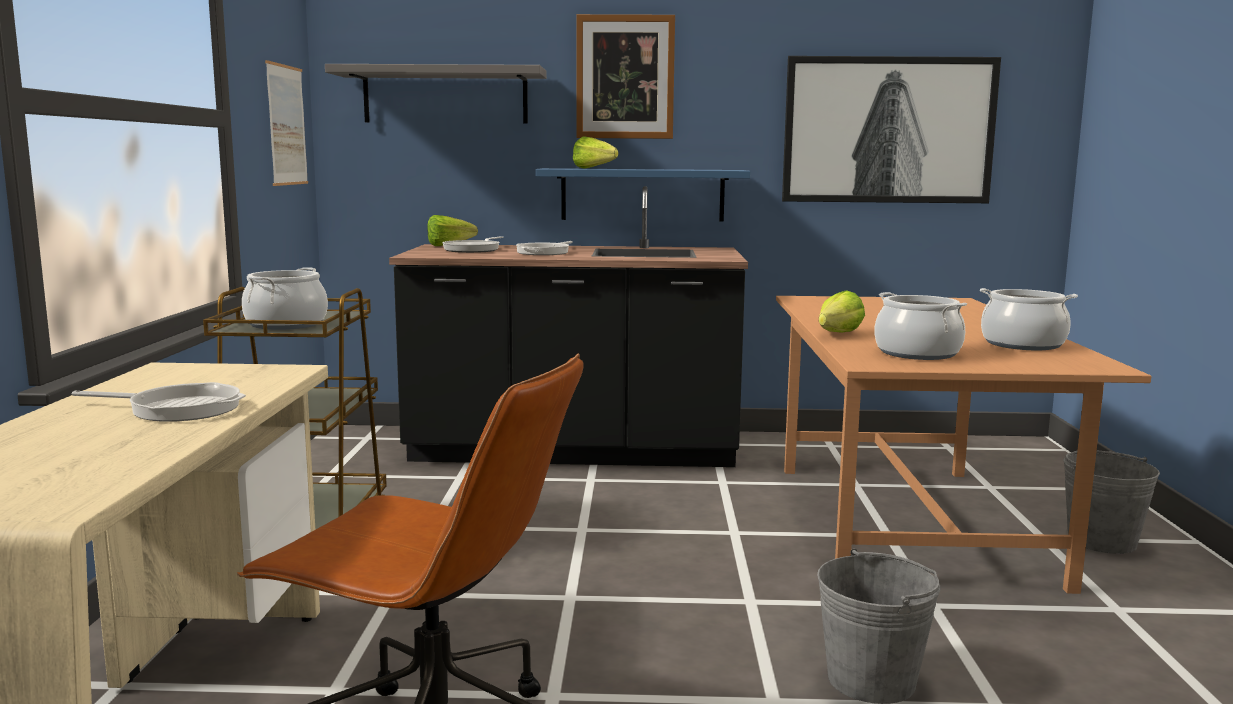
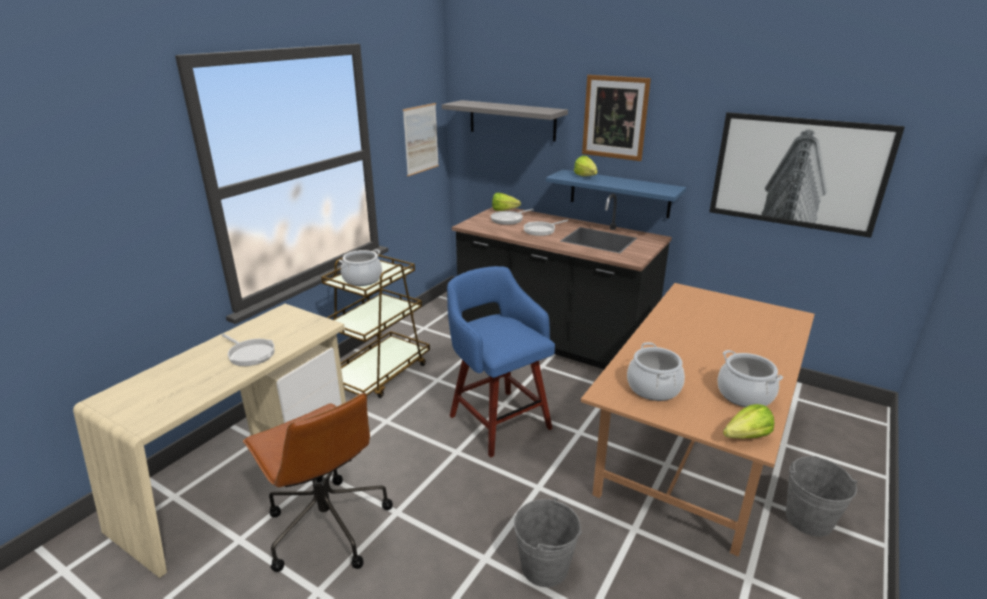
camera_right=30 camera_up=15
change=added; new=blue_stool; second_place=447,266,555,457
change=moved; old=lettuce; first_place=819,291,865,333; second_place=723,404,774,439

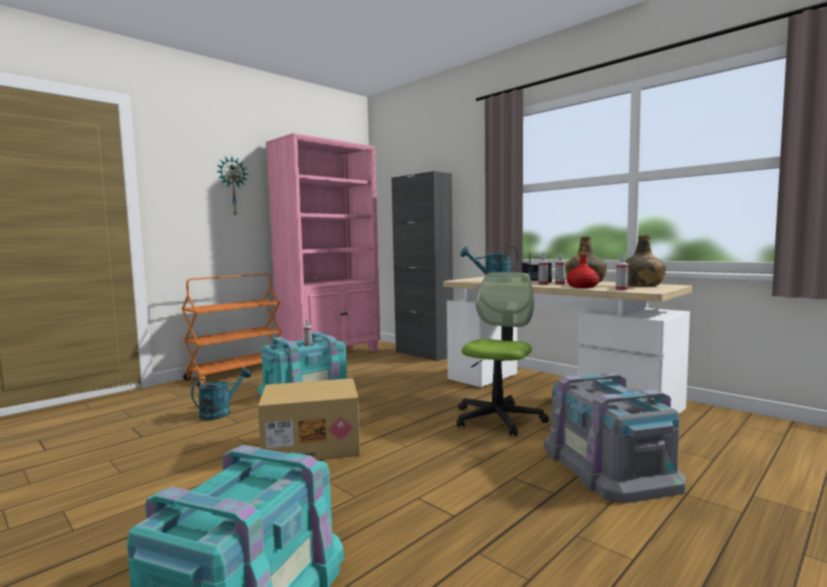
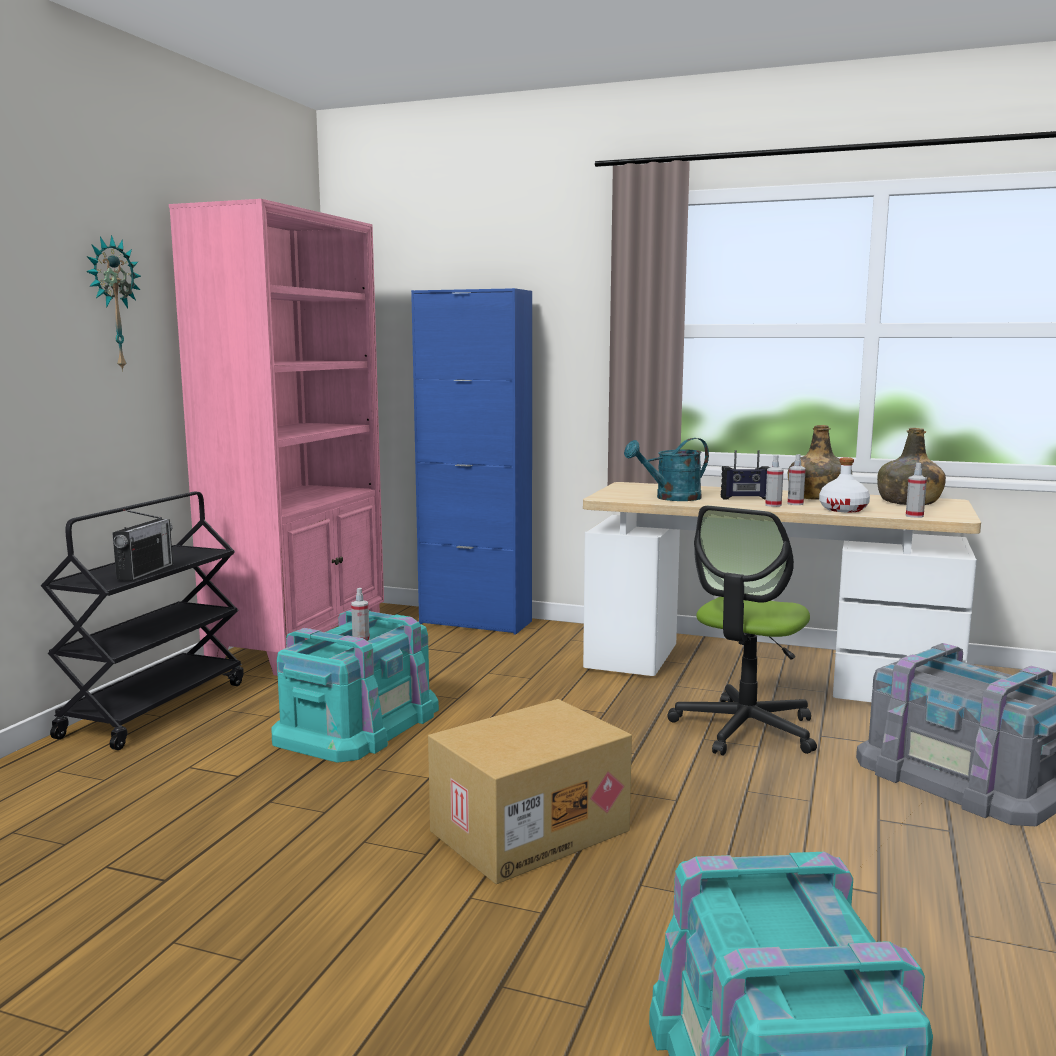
camera_right=-25 camera_up=5
change=recoloured; old=orange_cart; new=black_cart; first_place=182,273,282,386; second_place=41,492,244,750
change=added; new=radio; second_place=113,509,173,581
change=recoloured; old=black_cabinet; new=blue_cabinet; first_place=392,171,453,361; second_place=411,288,532,635
change=turned; old=office_chair; first_place=457,272,549,436; second_place=667,506,817,756; degrees=-150
change=recoloured; old=red_bottle; new=white_bottle; first_place=567,253,600,288; second_place=819,458,870,512
change=removed; old=turquoise_watering_can; first_place=191,368,251,420

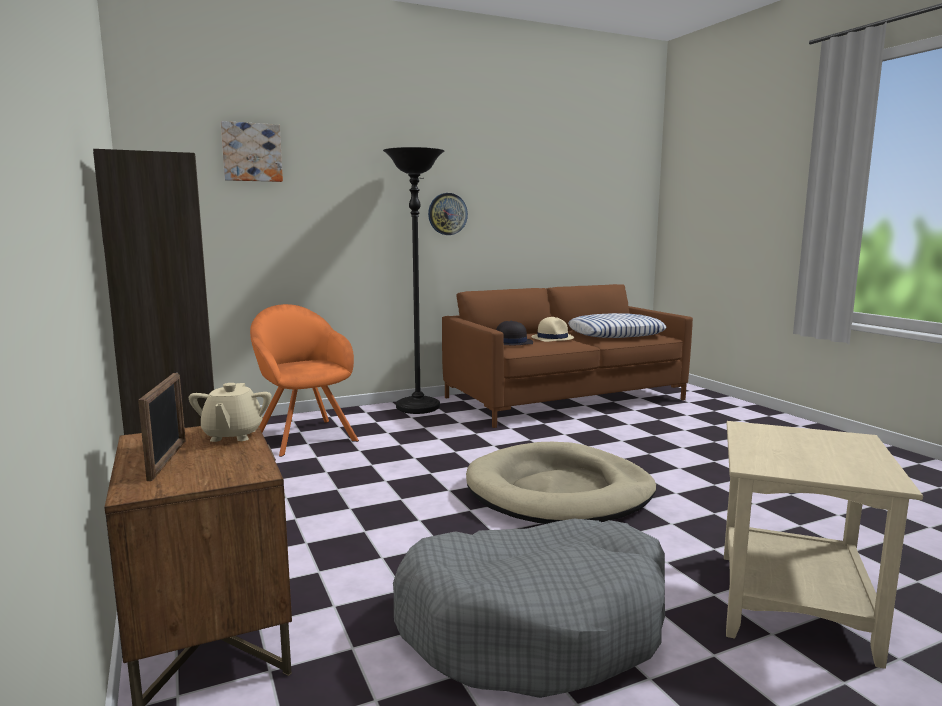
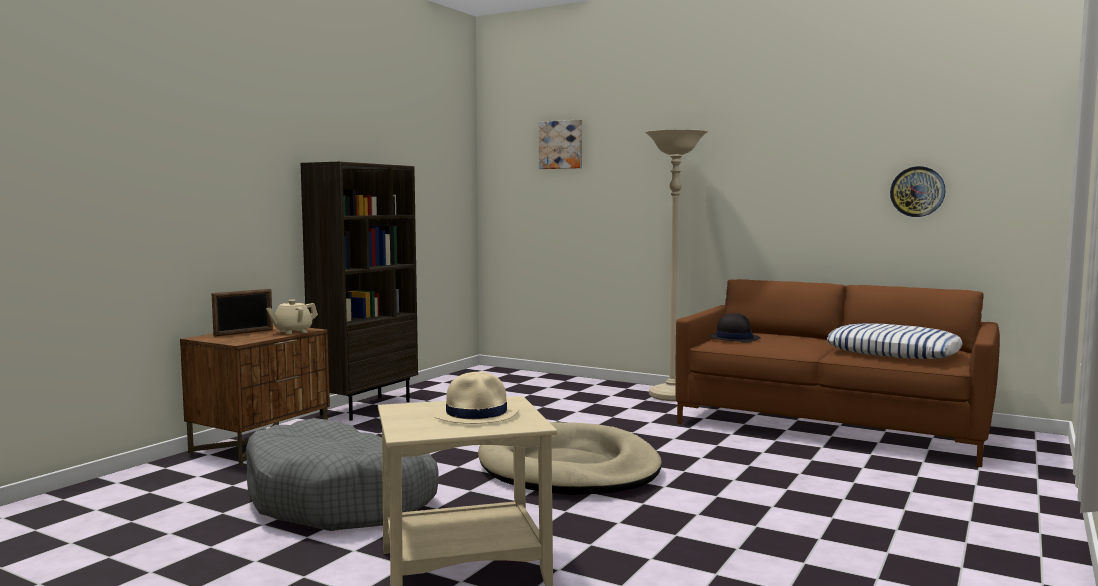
camera_right=55 camera_up=-5
change=moved; old=beige_hat; first_place=531,317,574,342; second_place=434,372,519,424
change=recoloured; old=black_floor_lamp; new=beige_floor_lamp; first_place=383,147,444,414; second_place=645,129,708,401
change=moved; old=wall_clock; first_place=428,193,468,235; second_place=890,166,946,217
change=removed; old=orange_armchair; first_place=250,304,359,457

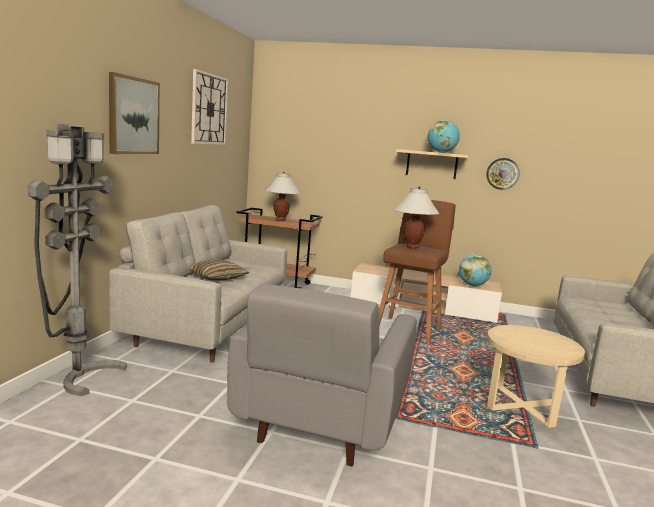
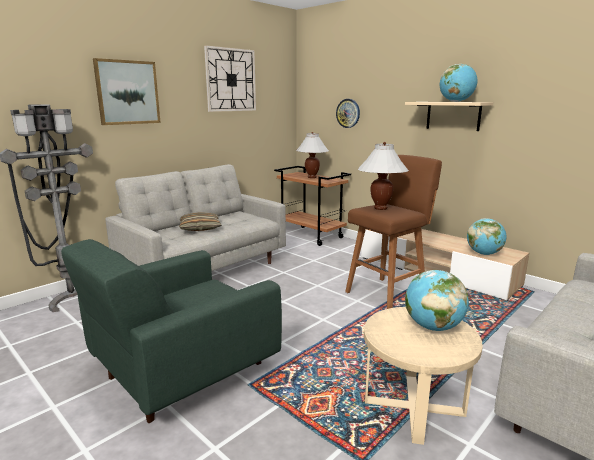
camera_right=30 camera_up=5
change=recoloured; old=grey_armchair; new=green_armchair; first_place=227,284,416,467; second_place=61,239,282,423
change=moved; old=wall_clock; first_place=486,158,520,190; second_place=336,99,360,128
change=added; new=globe; second_place=405,270,469,331

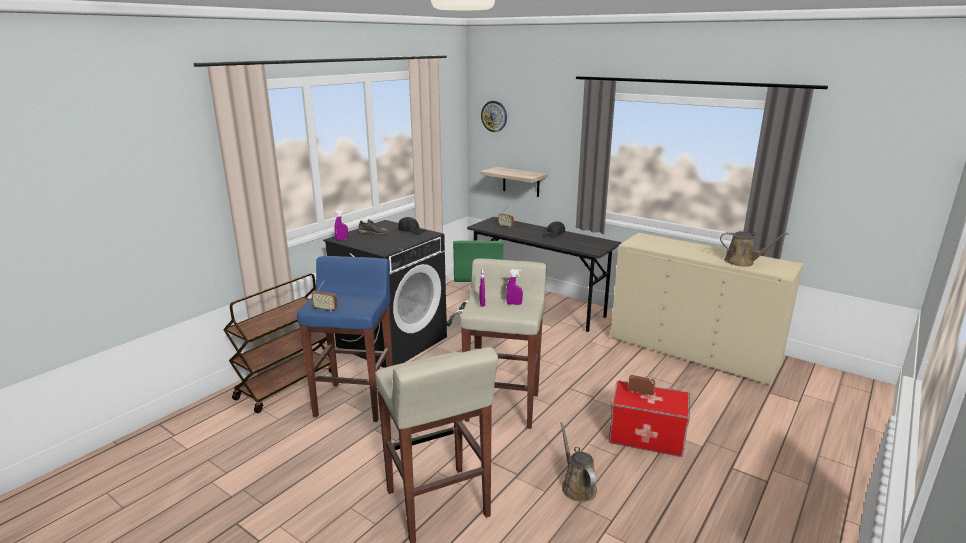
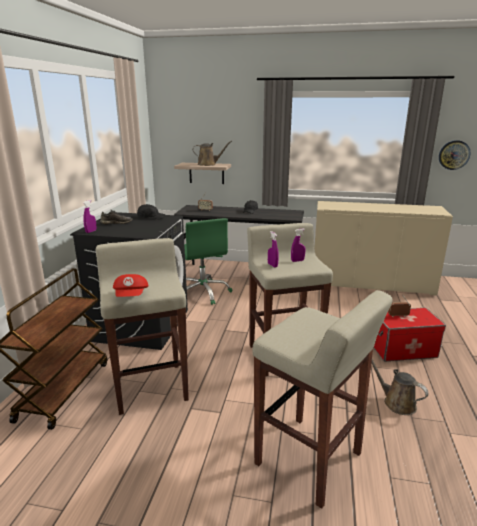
camera_right=-25 camera_up=0
change=recoloured; old=blue_stool; new=beige_stool; first_place=297,256,393,422; second_place=96,238,189,415
change=replaced; old=radio; new=red_cap; first_place=312,280,338,312; second_place=113,274,149,297
change=moved; old=brown_watering_can; first_place=720,231,788,267; second_place=193,141,232,166
change=moved; old=wall_clock; first_place=481,101,507,132; second_place=439,140,471,170

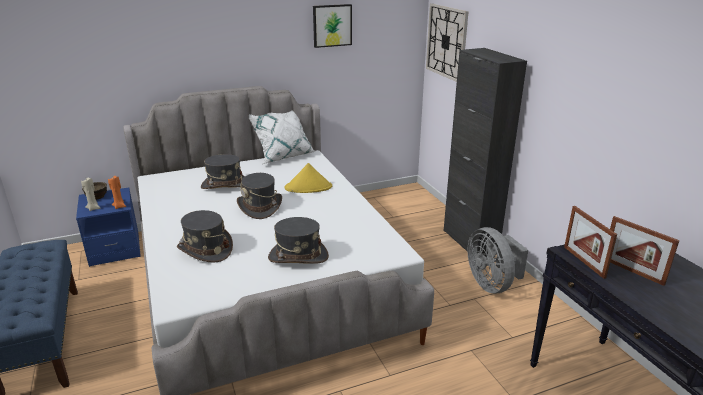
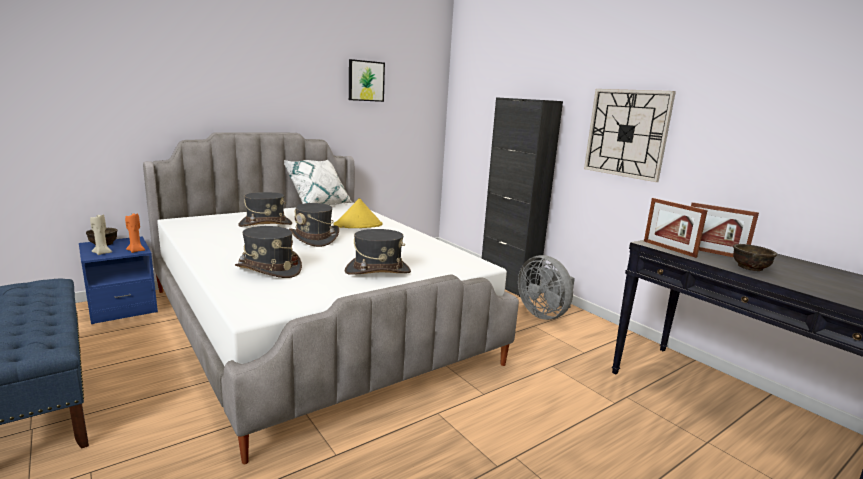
camera_right=-15 camera_up=-10
change=moved; old=wall_clock; first_place=426,3,469,82; second_place=584,89,676,182
change=added; new=brown_bowl; second_place=733,244,777,271

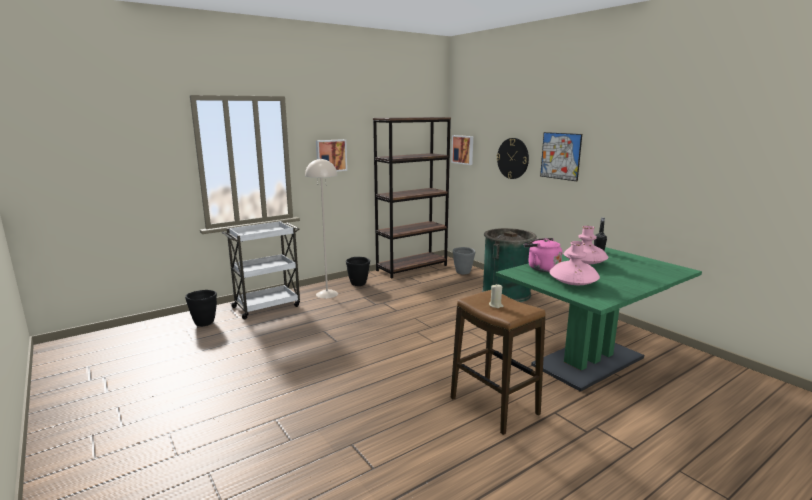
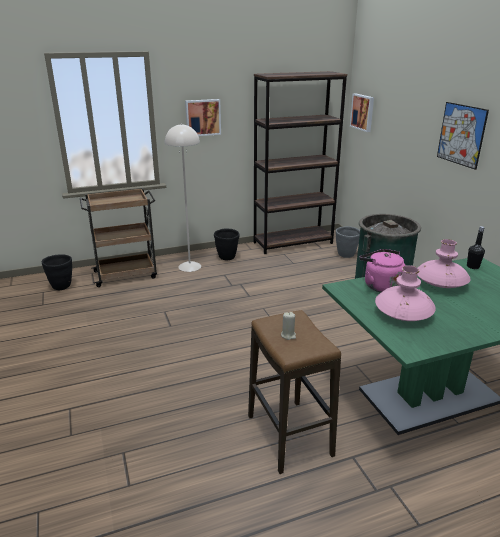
camera_right=15 camera_up=10
change=recoloured; old=white_cart; new=brown_cart; first_place=222,221,300,319; second_place=80,188,157,287
change=removed; old=wall_clock; first_place=497,138,529,179

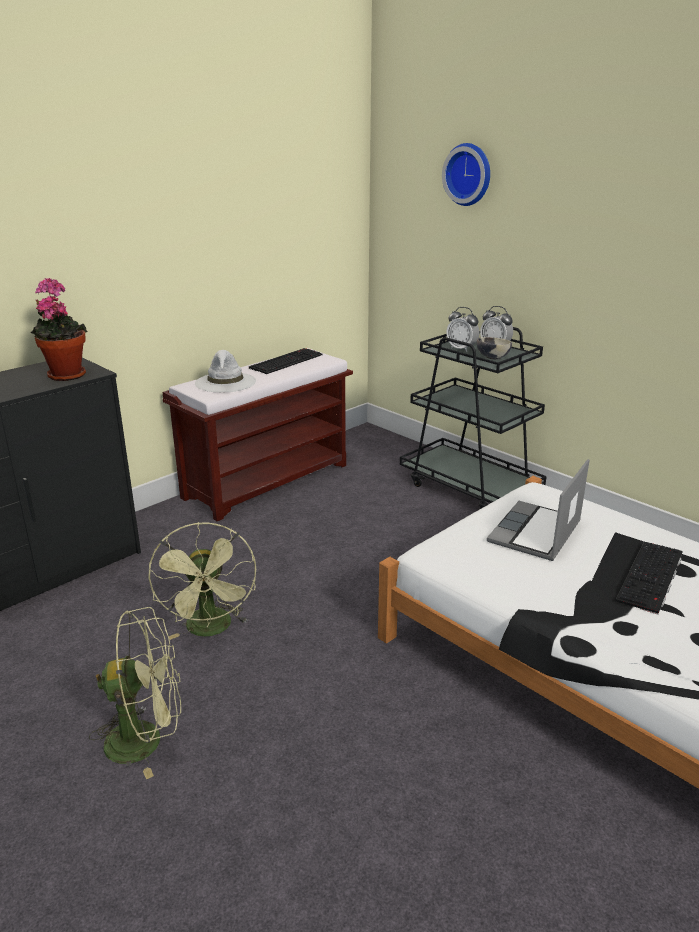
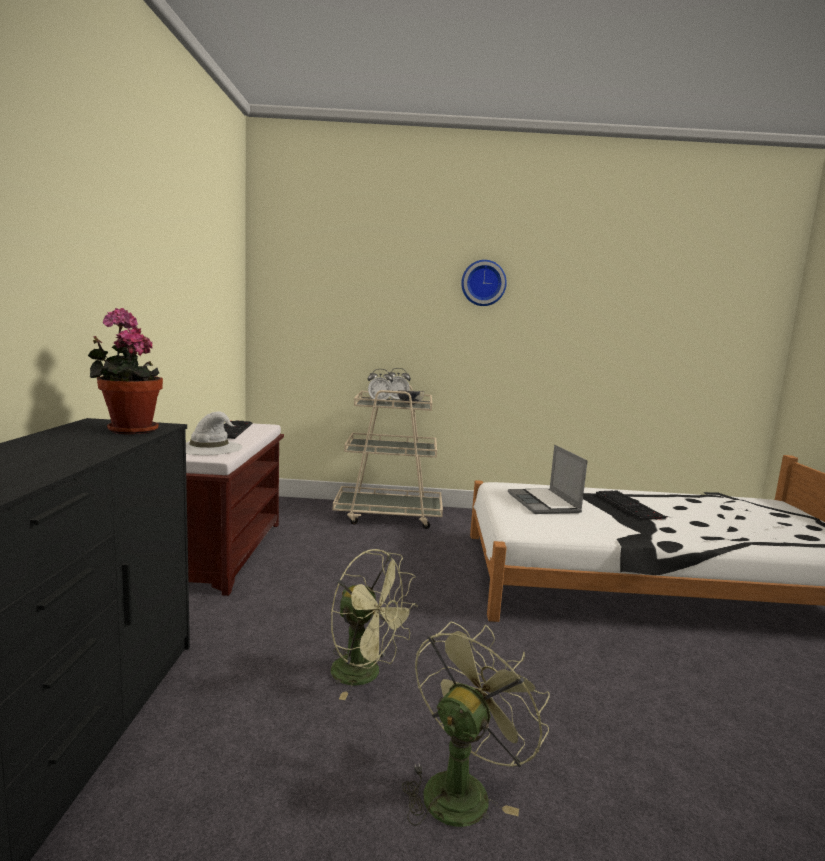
camera_right=-45 camera_up=-15
change=recoloured; old=black_cart; new=beige_cart; first_place=400,327,547,508; second_place=333,385,443,529
change=moved; old=wall_clock; first_place=442,143,490,206; second_place=461,260,507,306

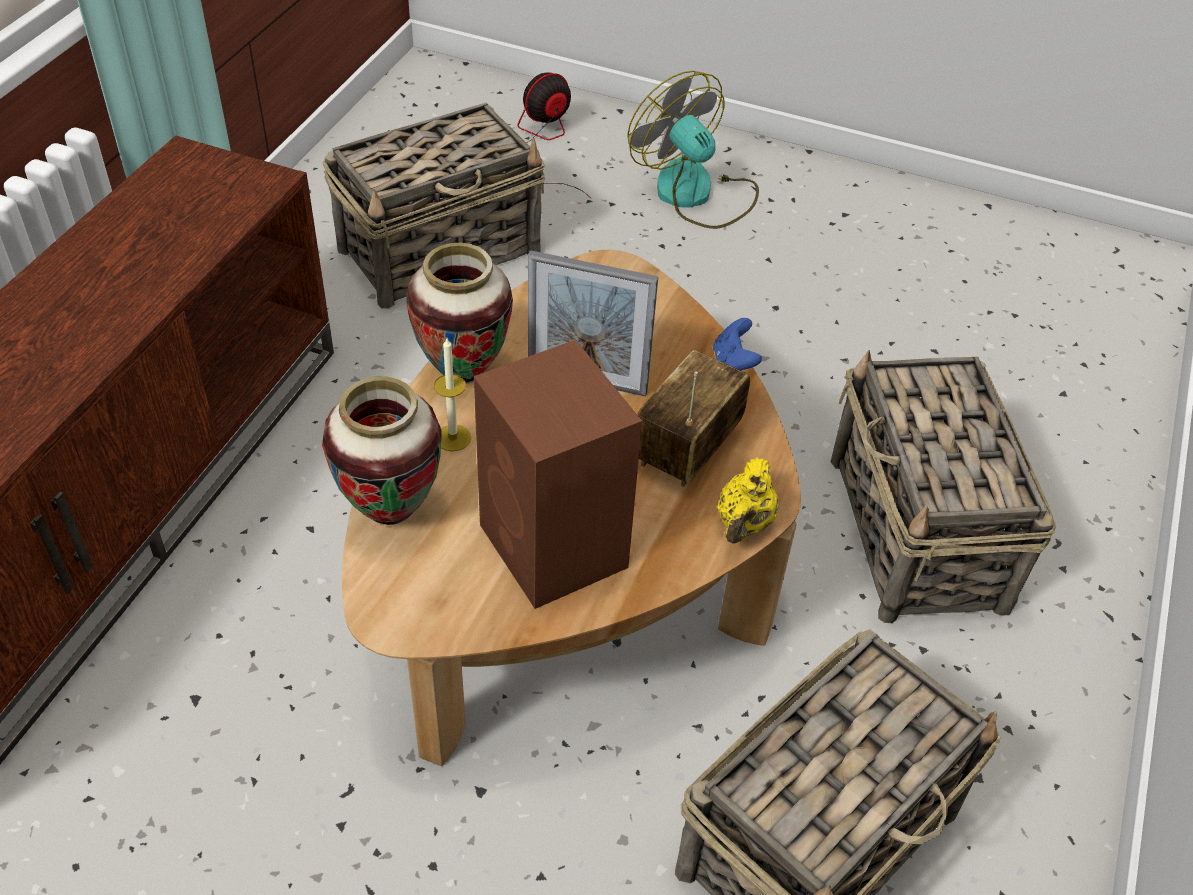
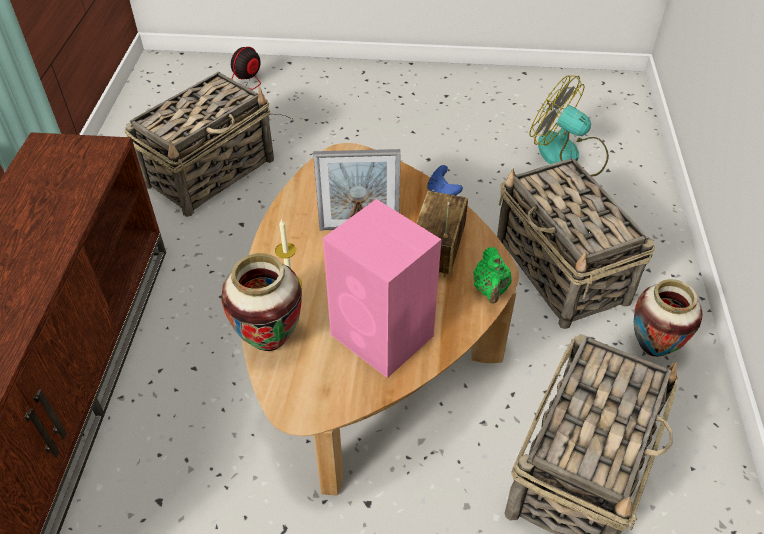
camera_right=-15 camera_up=0
change=recoloured; old=brown_speaker; new=pink_speaker; first_place=474,340,642,609; second_place=323,199,442,378
change=recoloured; old=yellow_teapot; new=green_teapot; first_place=717,457,779,544; second_place=473,247,512,304
change=moved; old=fan; first_place=627,71,759,229; second_place=530,75,609,177
change=moved; old=vase; first_place=406,243,513,384; second_place=634,279,703,357

